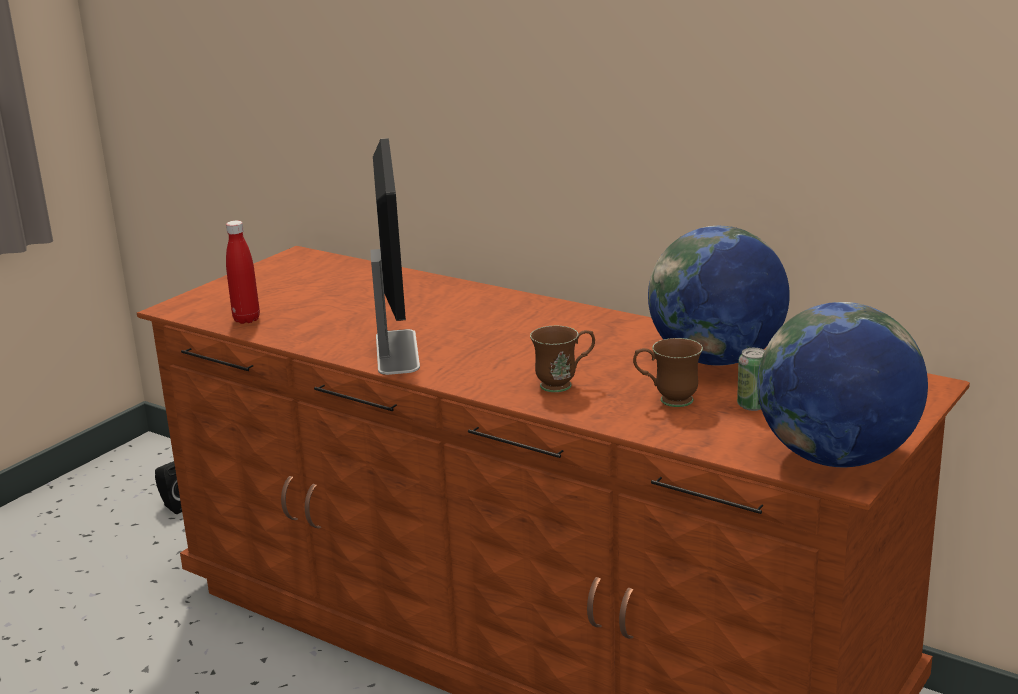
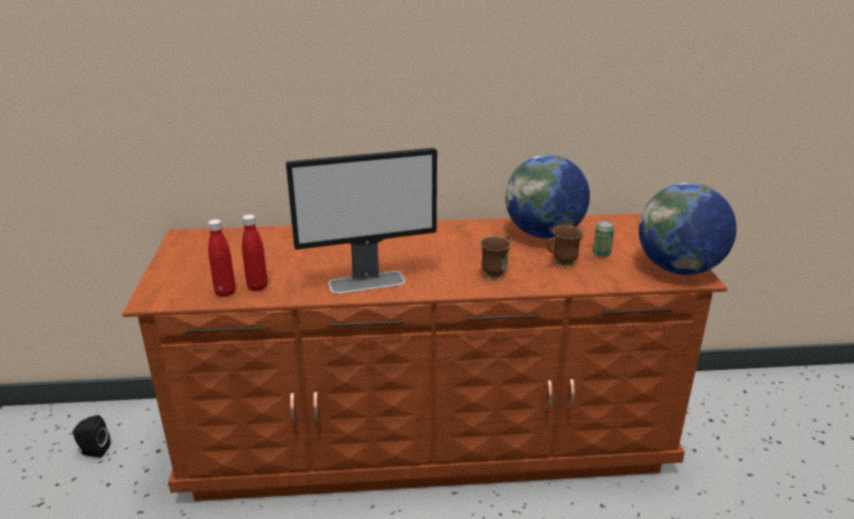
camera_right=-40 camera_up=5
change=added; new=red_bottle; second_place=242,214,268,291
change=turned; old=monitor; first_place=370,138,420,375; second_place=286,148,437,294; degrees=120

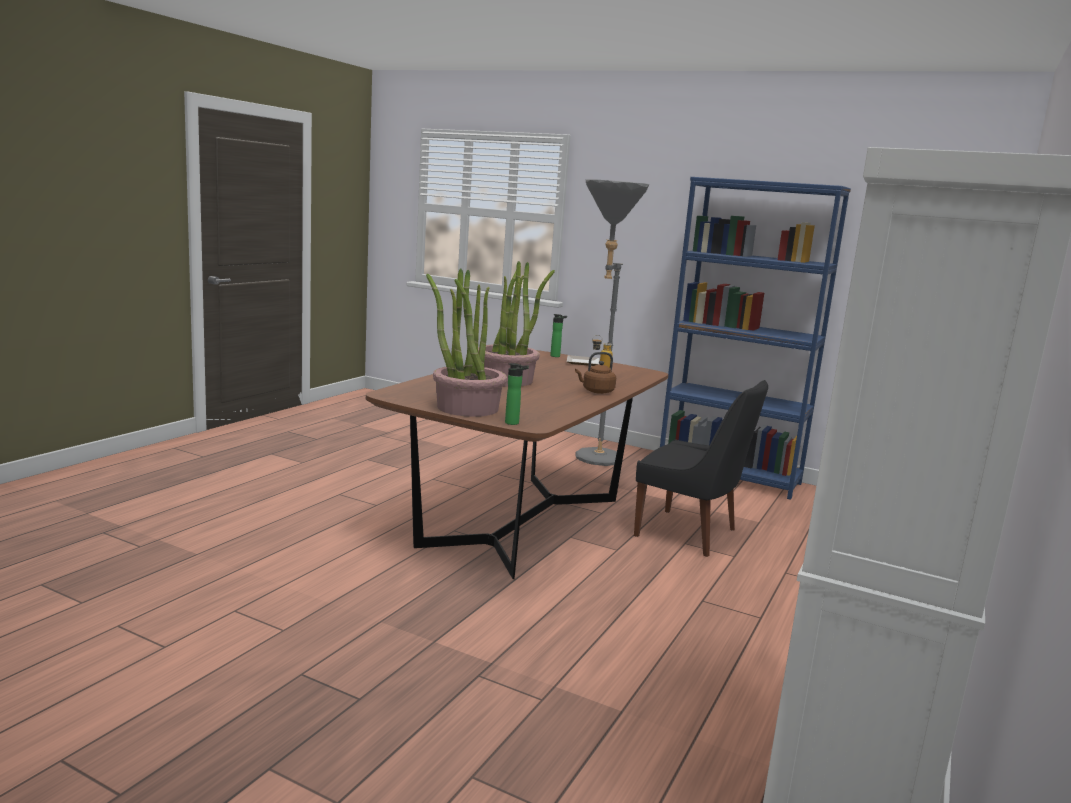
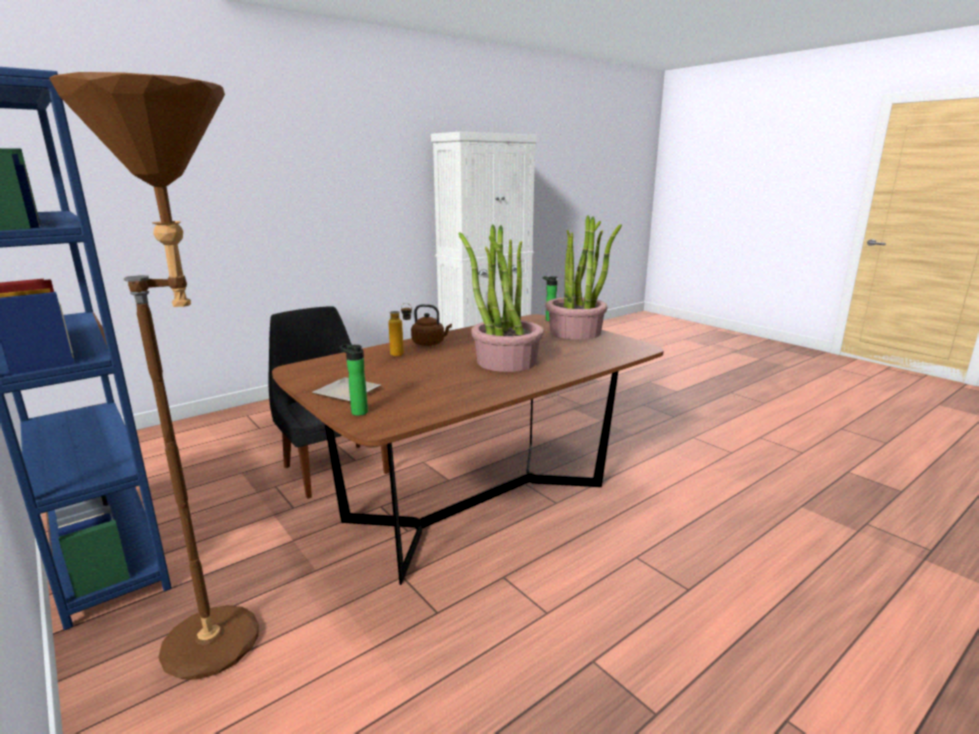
camera_right=-155 camera_up=5
change=recoloured; old=grey_floor_lamp; new=brown_floor_lamp; first_place=575,179,649,466; second_place=49,72,259,680

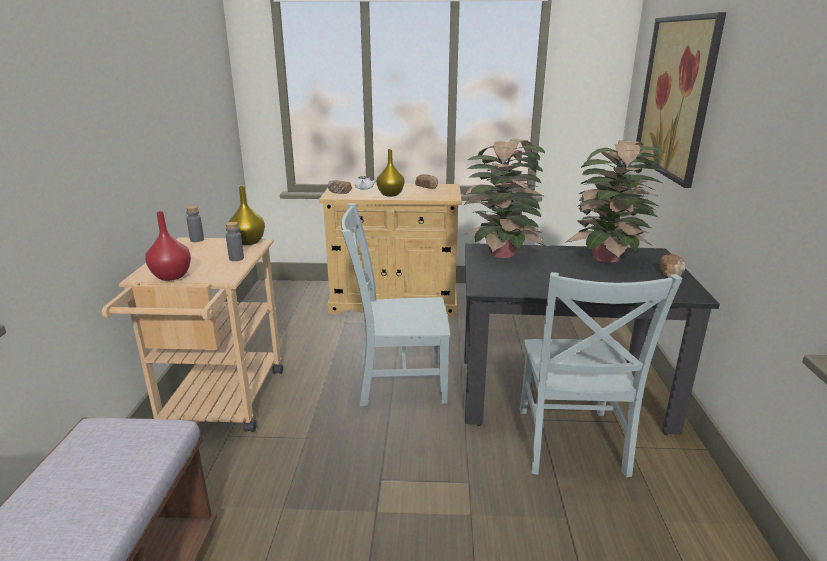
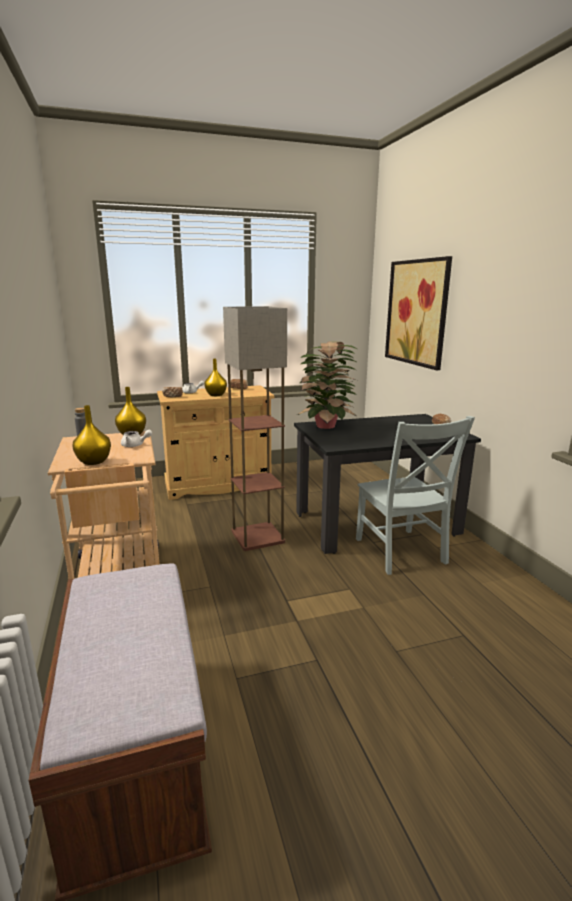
camera_right=-20 camera_up=-5
change=recoloured; old=red_vase; new=yellow_vase; first_place=145,211,191,281; second_place=72,405,111,465
change=replaced; old=grey_bottle; new=white_teapot; first_place=226,222,244,261; second_place=121,430,152,447
change=replaced; old=grey_chair; new=floor_lamp; first_place=341,203,450,407; second_place=223,306,287,551
change=removed; old=potted_plant; first_place=566,140,668,263

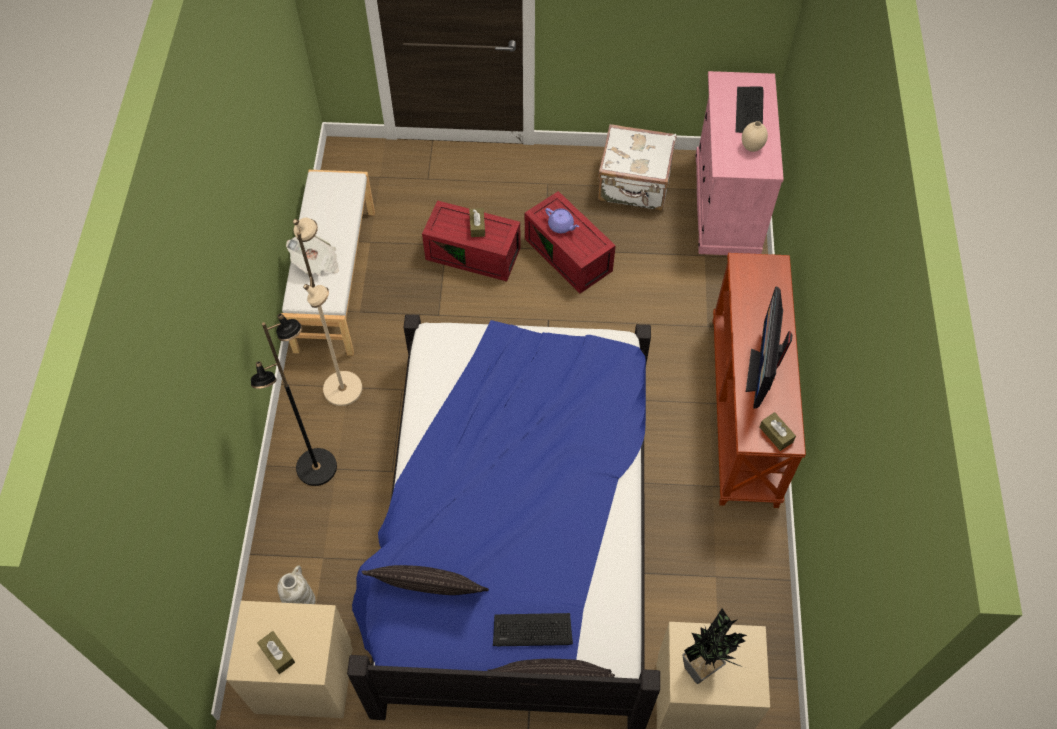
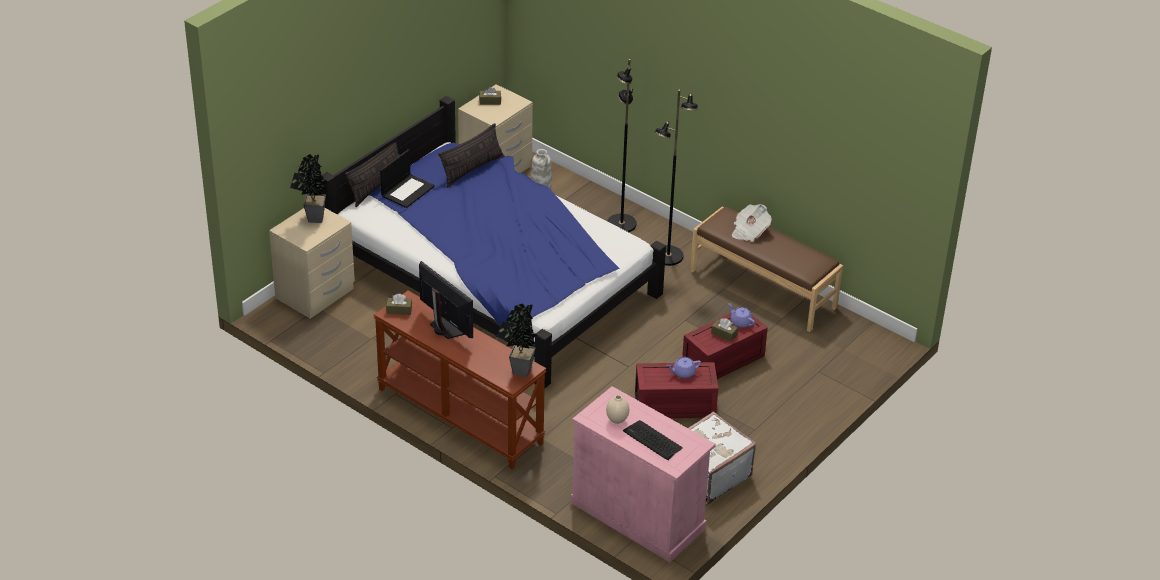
camera_right=125 camera_up=-20
change=replaced; old=keyboard; new=laptop; first_place=493,613,573,646; second_place=380,149,435,208
change=added; new=potted_plant; second_place=496,303,538,377
change=recoloured; old=beige_floor_lamp; new=black_floor_lamp; first_place=293,218,362,406; second_place=655,90,698,266
change=recoloured; old=white_bench; new=brown_bench; first_place=282,170,375,356; second_place=690,206,843,332
change=added; new=purple_teapot; second_place=728,303,755,328

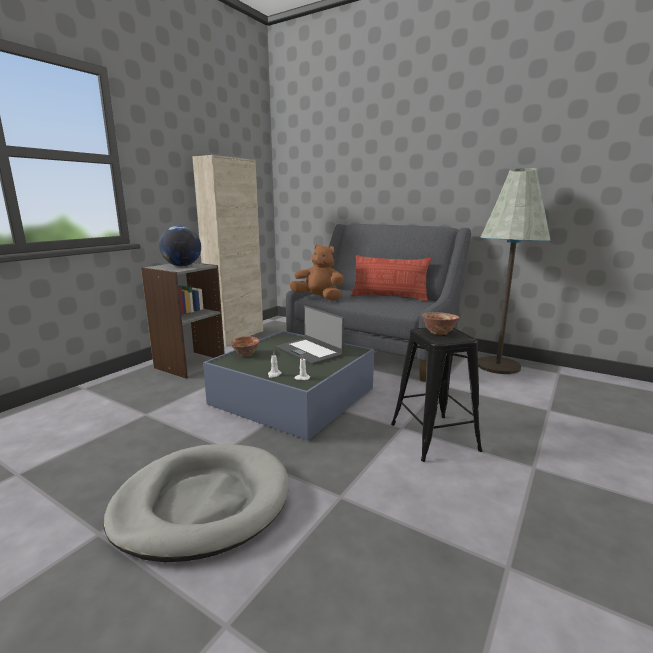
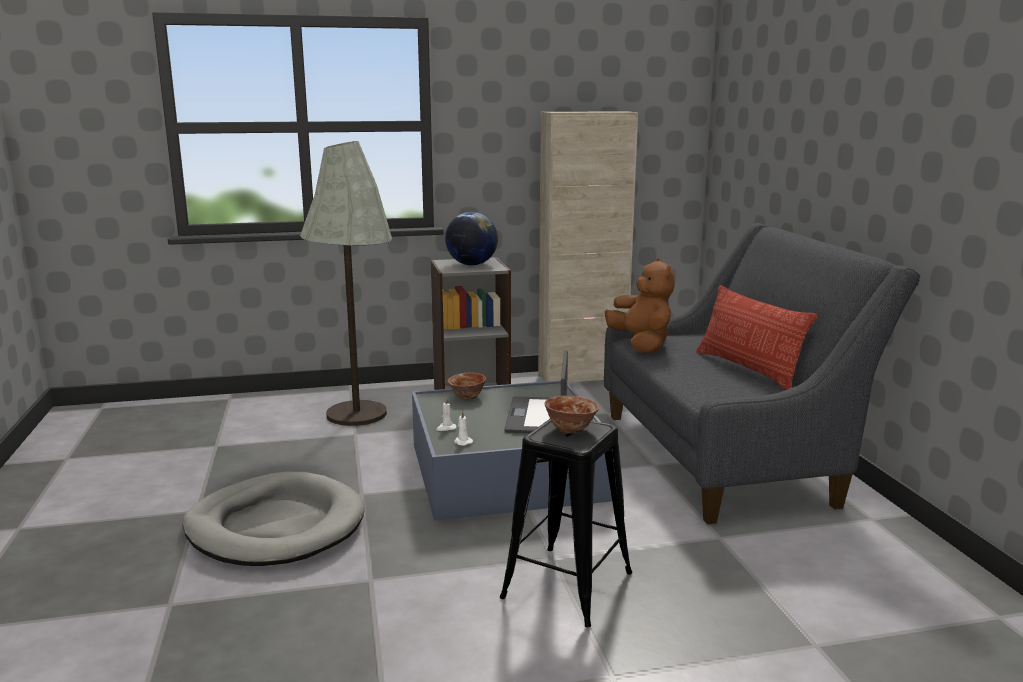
camera_right=45 camera_up=0
change=moved; old=grey_floor_lamp; first_place=478,168,551,374; second_place=300,141,392,426

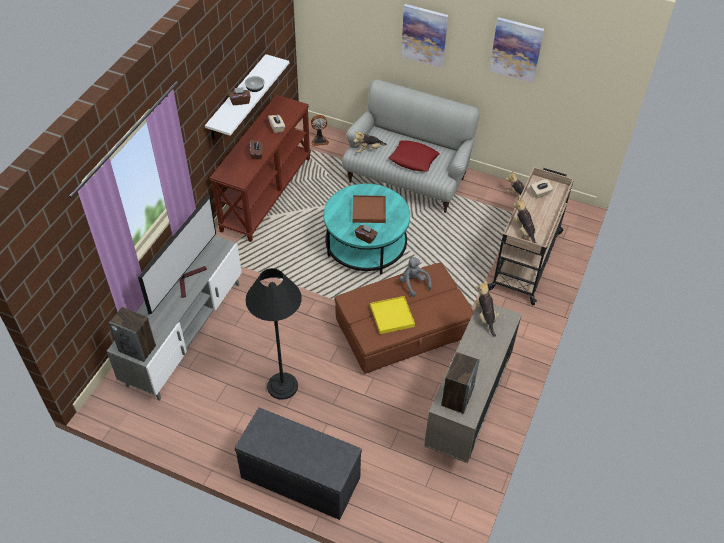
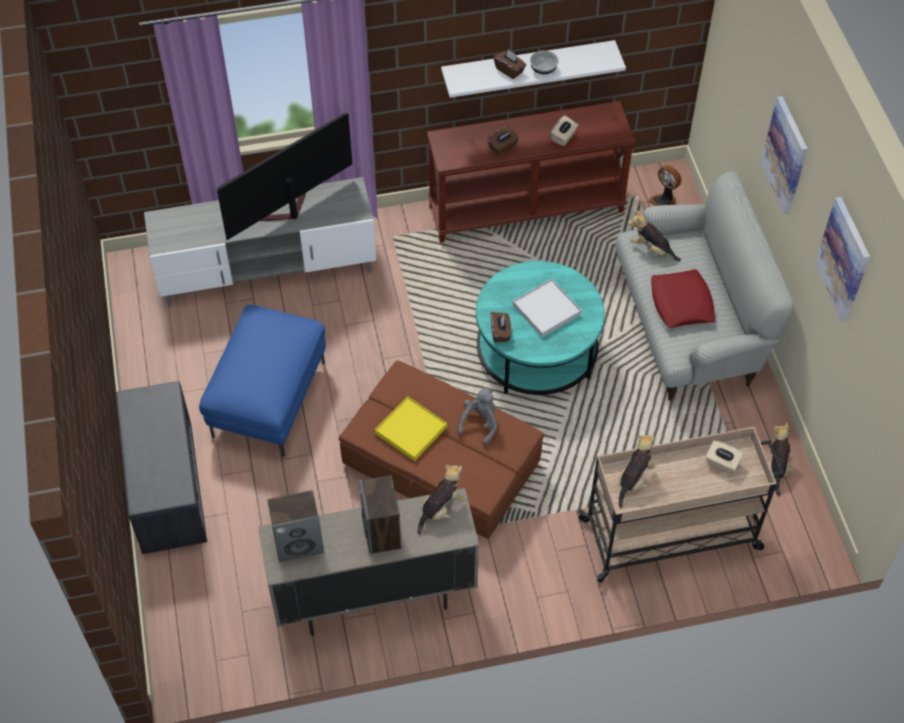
camera_right=55 camera_up=5
change=replaced; old=black_floor_lamp; new=blue_ottoman; first_place=246,268,302,399; second_place=199,305,326,457
change=turned; old=television; first_place=138,195,216,314; second_place=217,113,352,240; degrees=150
change=moved; old=speaker; first_place=109,307,156,362; second_place=359,475,402,554
change=recoloured; old=brown_tray; new=white_tray; first_place=352,195,386,223; second_place=513,279,582,337

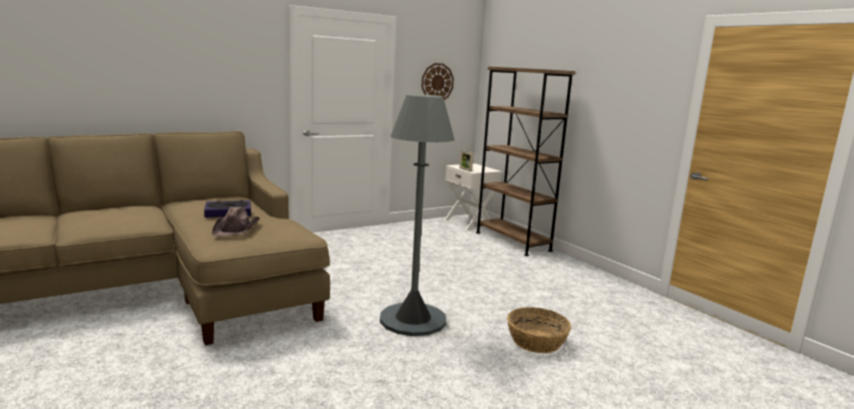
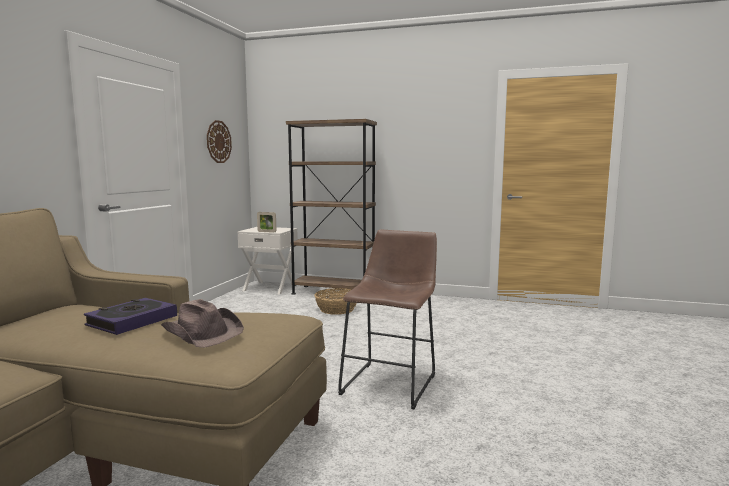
camera_right=-40 camera_up=-5
change=moved; old=basket; first_place=507,307,571,353; second_place=314,288,357,315
change=replaced; old=grey_floor_lamp; new=brown_stool; first_place=380,94,455,336; second_place=338,230,437,409

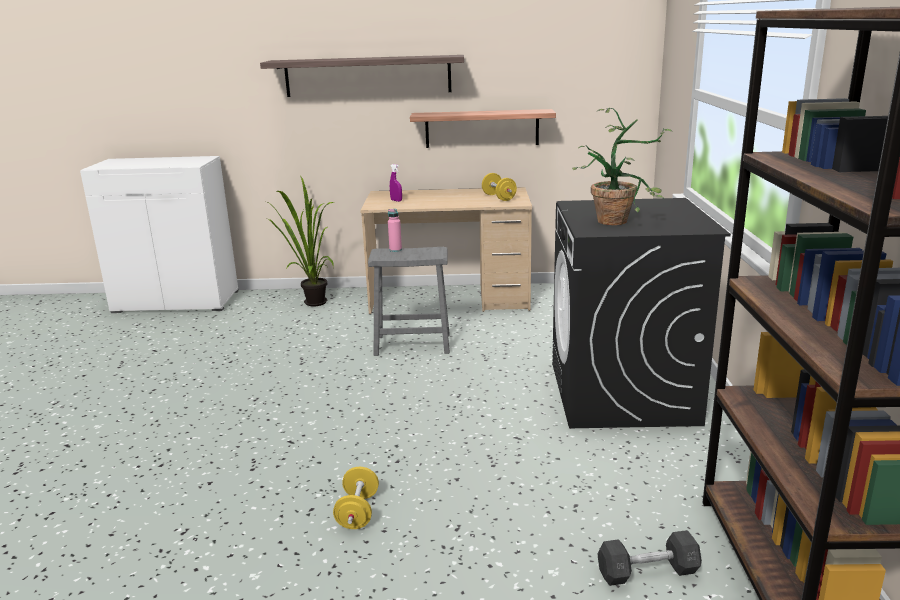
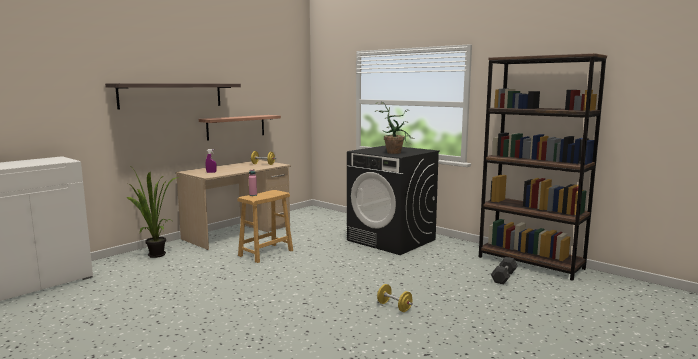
camera_right=-50 camera_up=-10
change=recoloured; old=grey_stool; new=brown_stool; first_place=368,247,450,356; second_place=237,190,293,263

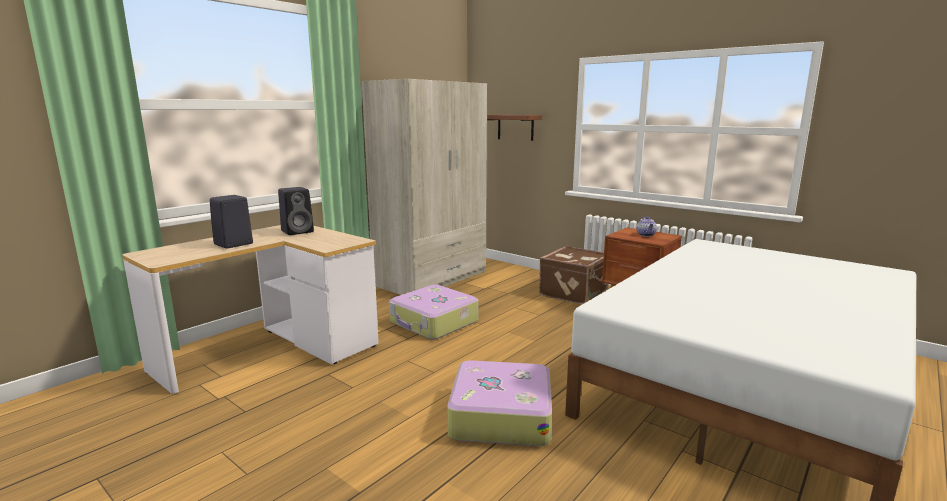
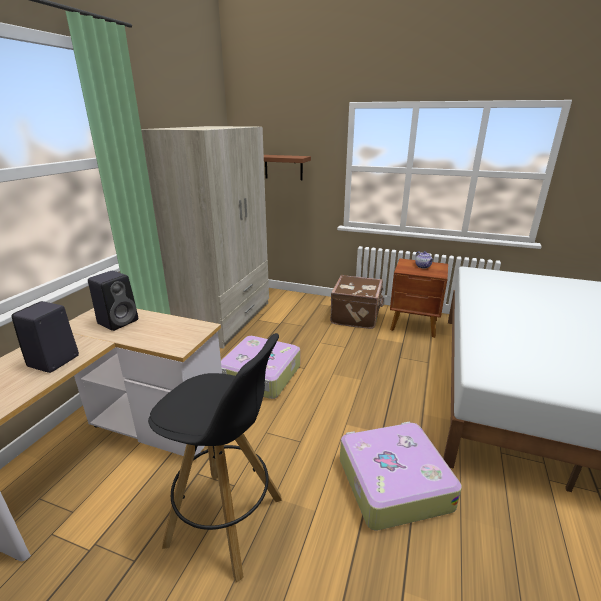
camera_right=-20 camera_up=10
change=added; new=black_stool; second_place=148,333,282,583

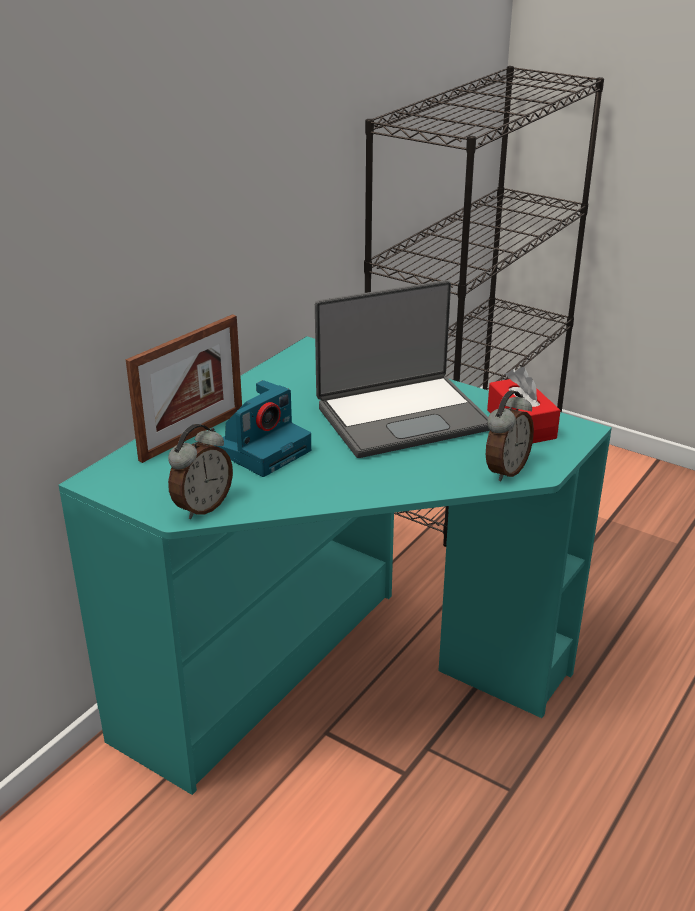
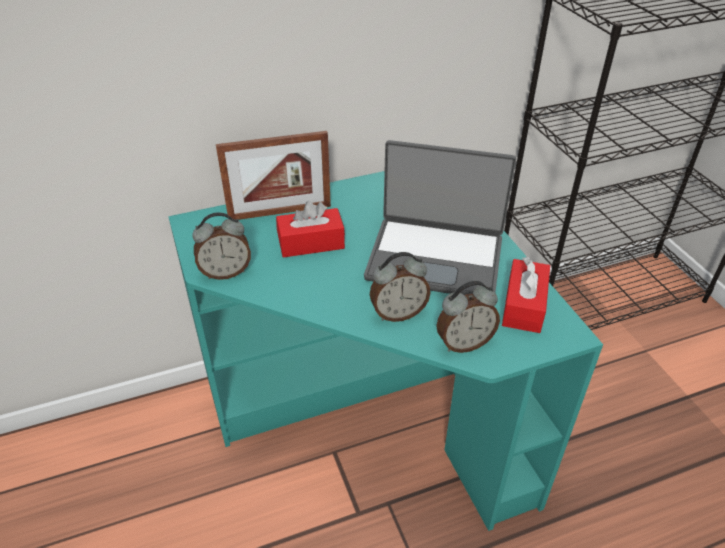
camera_right=35 camera_up=10
change=replaced; old=photo_camera; new=red_tissue_box; first_place=213,380,311,477; second_place=276,201,345,258
change=added; new=alarm_clock; second_place=370,252,431,322

